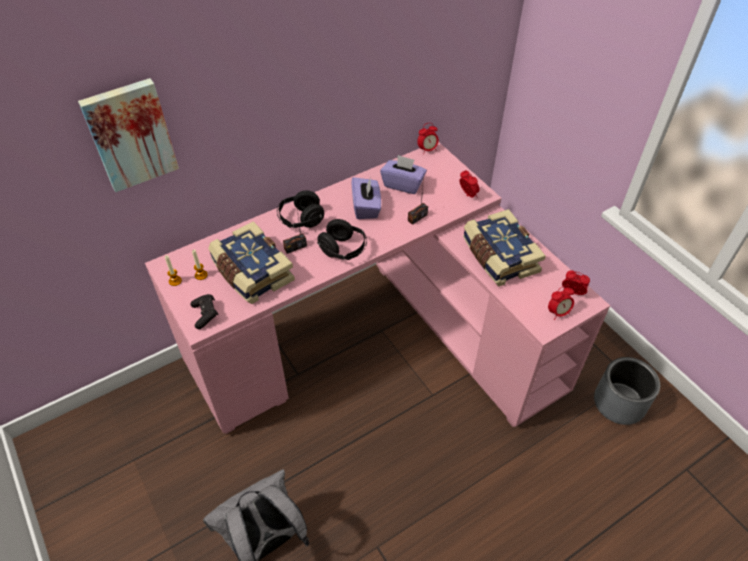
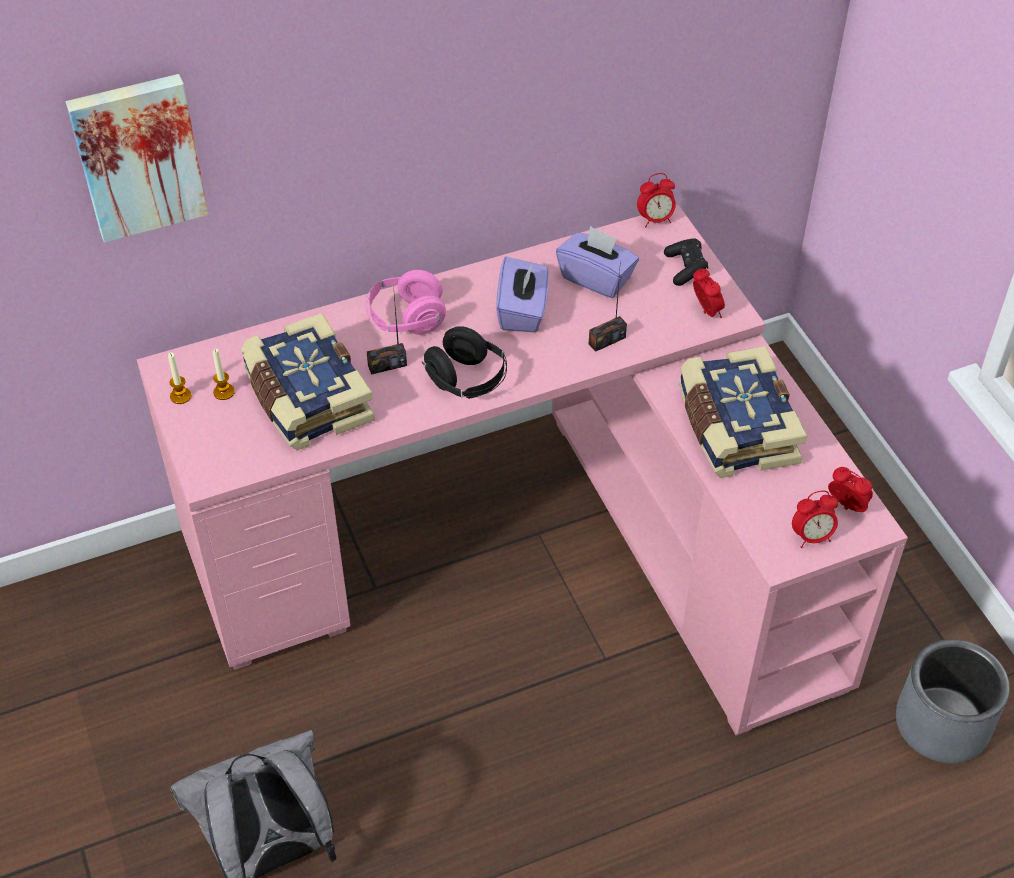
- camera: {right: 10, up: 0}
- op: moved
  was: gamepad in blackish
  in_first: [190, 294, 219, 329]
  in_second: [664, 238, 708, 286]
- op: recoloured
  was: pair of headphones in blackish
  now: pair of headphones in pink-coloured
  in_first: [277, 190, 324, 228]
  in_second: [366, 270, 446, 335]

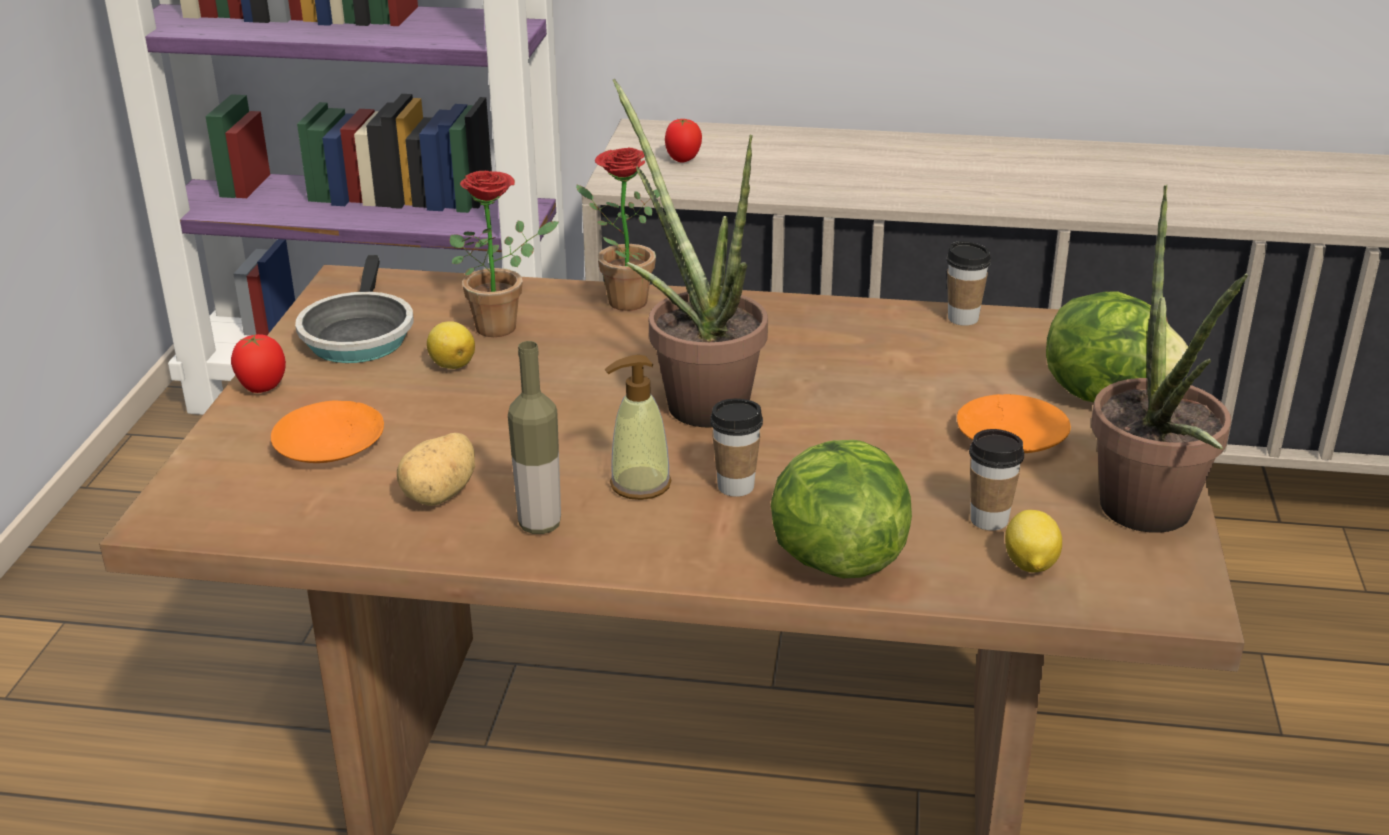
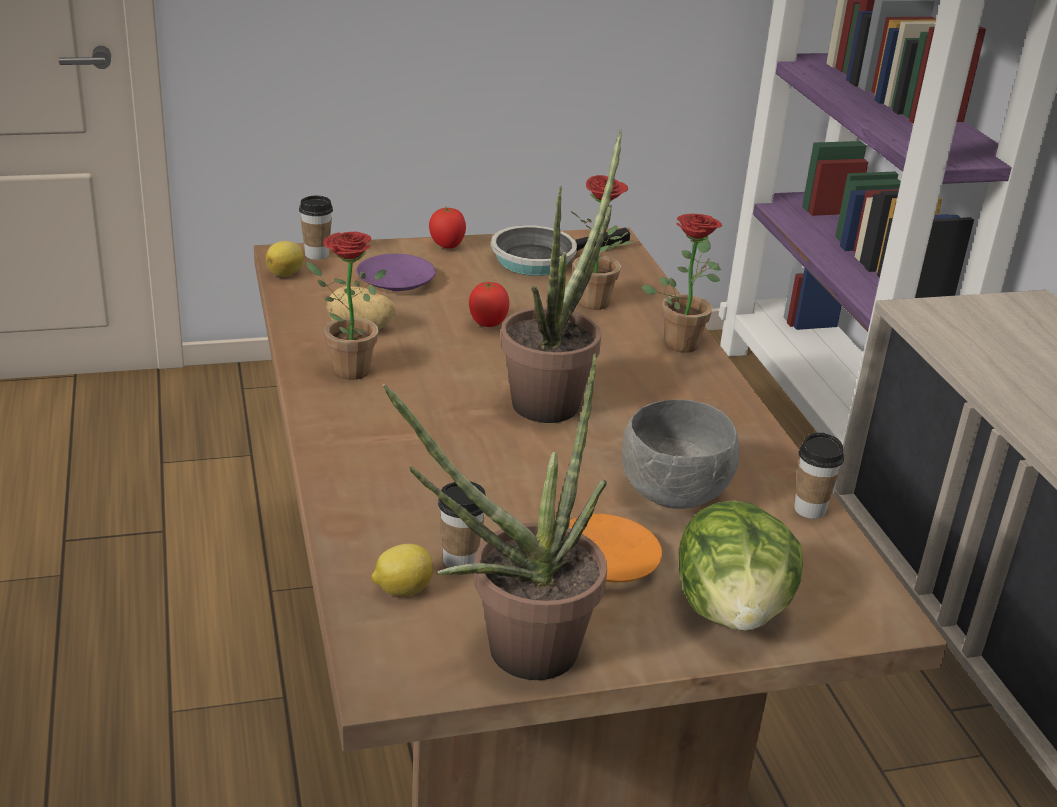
- camera: {right: 65, up: 0}
- op: recoloured
  was: flat dish in orange-coloured
  now: flat dish in purplish
  in_first: [271, 400, 384, 463]
  in_second: [356, 254, 436, 291]
- op: moved
  was: citrus fruit
  in_first: [427, 321, 475, 369]
  in_second: [266, 241, 304, 277]
- op: replaced
  was: beverage bottle
  now: houseplant
  in_first: [508, 341, 561, 534]
  in_second: [307, 232, 387, 380]
- op: removed
  was: soap dispenser
  in_first: [605, 355, 671, 500]
- op: moved
  was: tomato
  in_first: [665, 119, 702, 162]
  in_second: [469, 282, 509, 327]
- op: moved
  was: drinking cup
  in_first: [710, 399, 763, 497]
  in_second: [299, 196, 333, 260]
- op: removed
  was: lettuce head
  in_first: [771, 440, 912, 578]
- op: added
  now: bowl in greyish
  in_second: [622, 400, 740, 509]

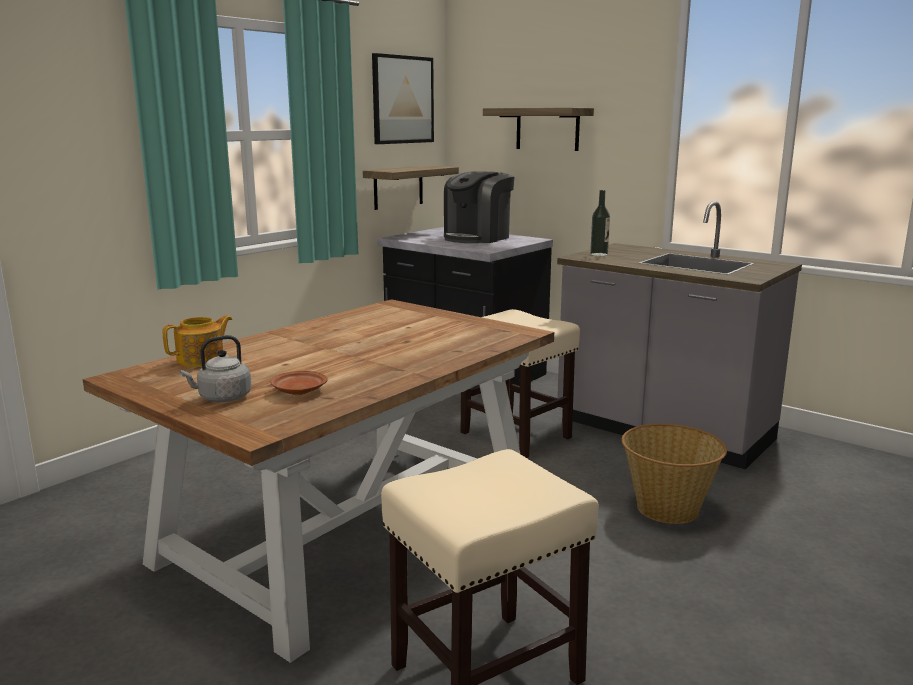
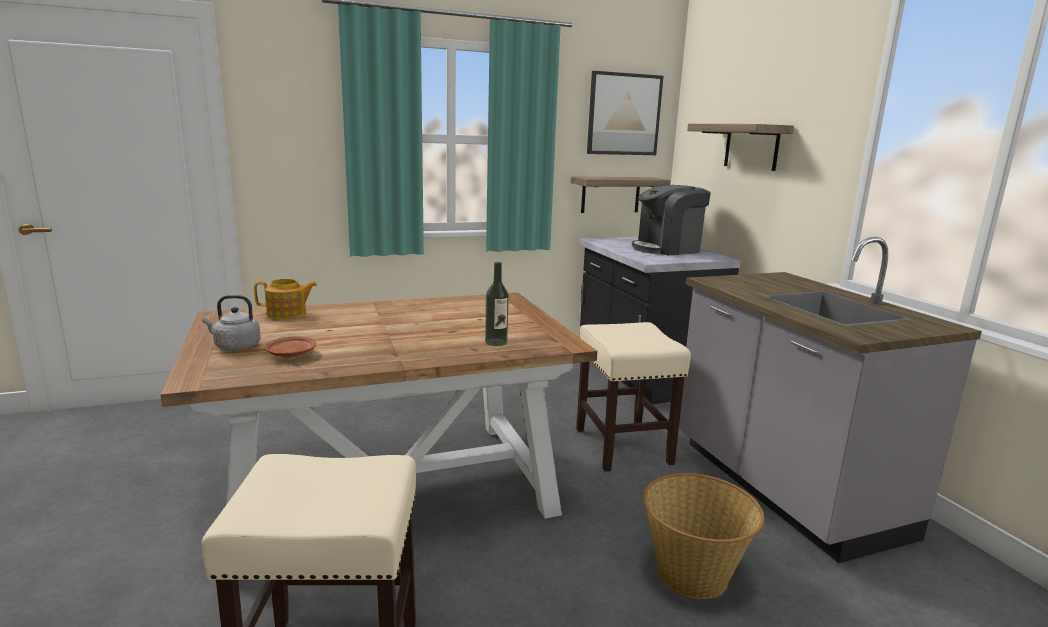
- camera: {right: 30, up: 0}
- op: moved
  was: beverage bottle
  in_first: [590, 190, 610, 256]
  in_second: [485, 262, 509, 346]

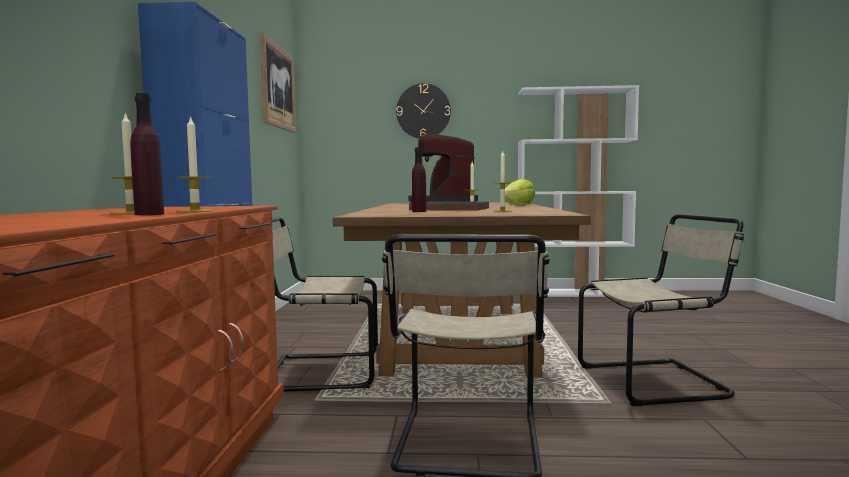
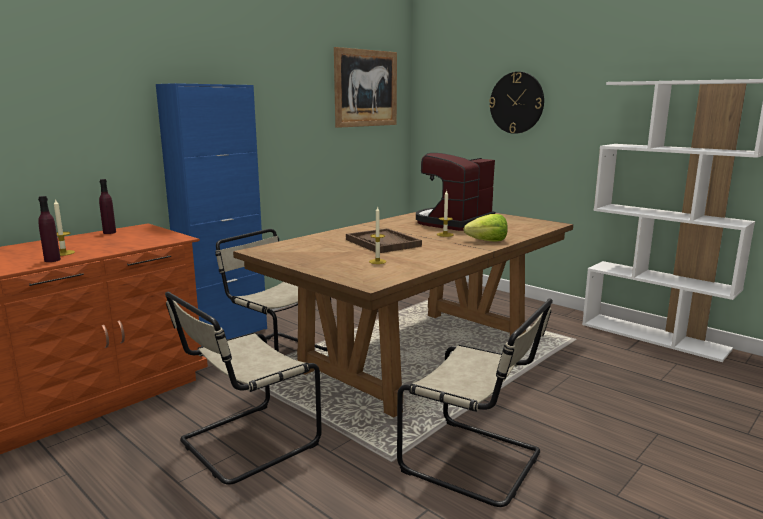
- camera: {right: 40, up: 10}
- op: removed
  was: wax candle
  in_first: [176, 115, 214, 212]
- op: moved
  was: beverage bottle in purplish
  in_first: [412, 147, 426, 212]
  in_second: [99, 179, 116, 234]

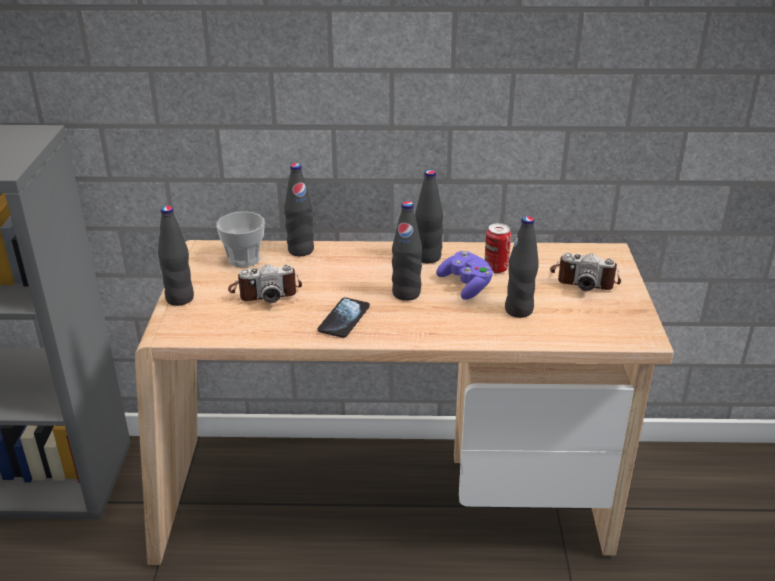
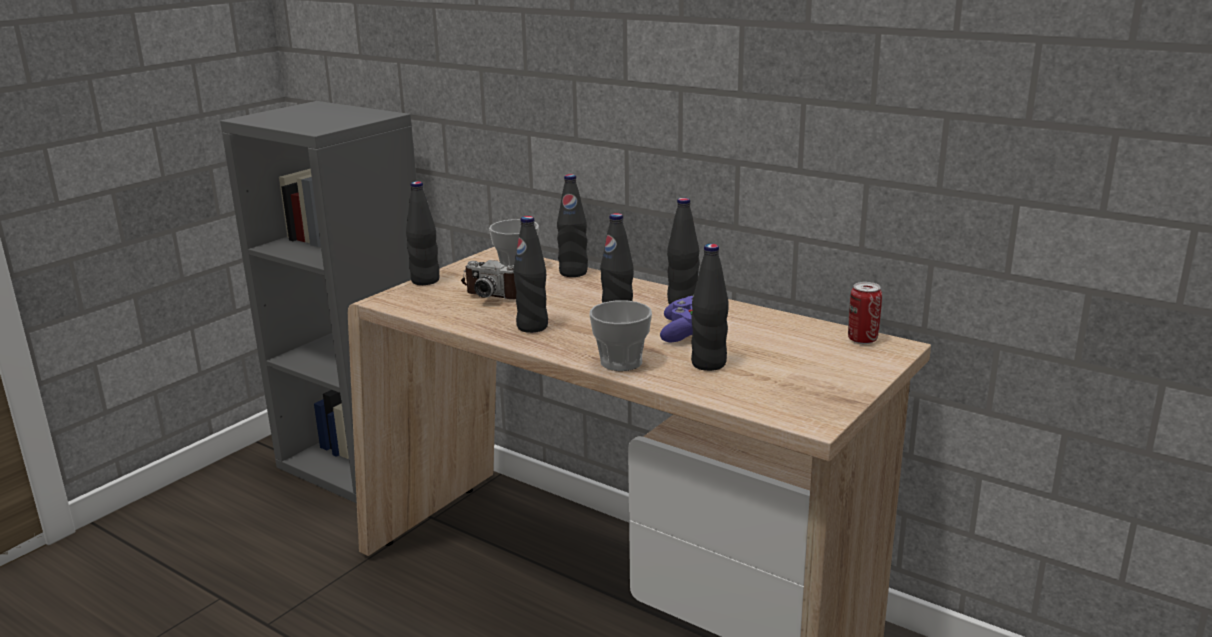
- camera: {right: 35, up: -10}
- op: replaced
  was: handset
  now: beverage bottle in blackish
  in_first: [318, 297, 370, 338]
  in_second: [513, 216, 548, 333]
- op: moved
  was: sealed can
  in_first: [485, 223, 511, 273]
  in_second: [848, 282, 882, 344]
- op: removed
  was: still camera
  in_first: [550, 253, 621, 291]
- op: added
  now: drinking cup
  in_second: [590, 300, 652, 371]

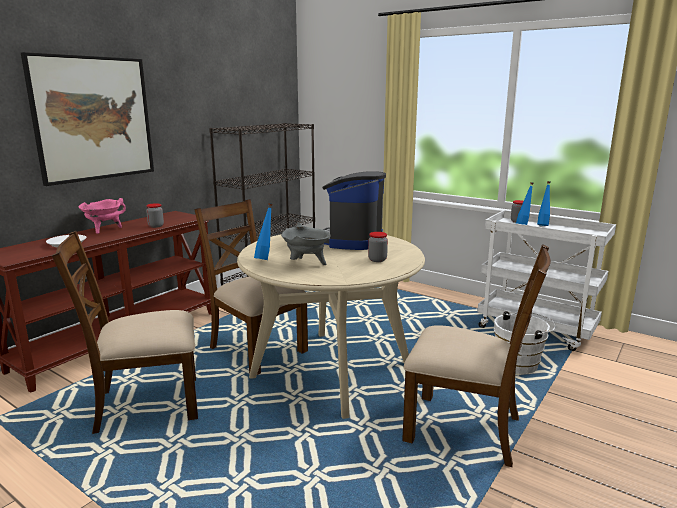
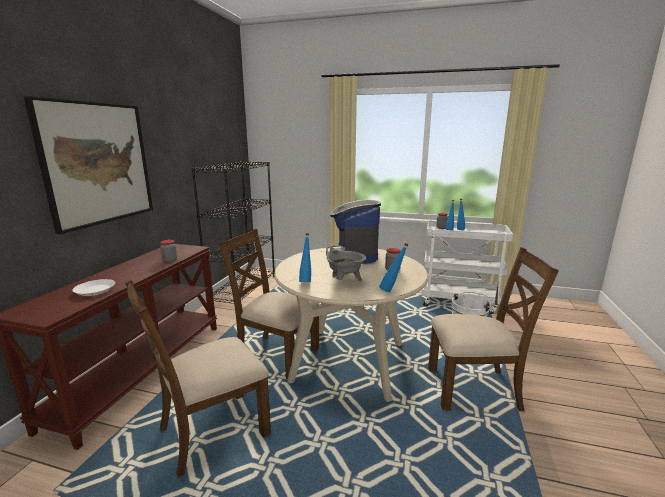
- camera: {right: -20, up: 0}
- op: removed
  was: stockpot in pink-coloured
  in_first: [78, 198, 126, 234]
- op: added
  now: beverage bottle in bluish
  in_second: [379, 243, 409, 292]

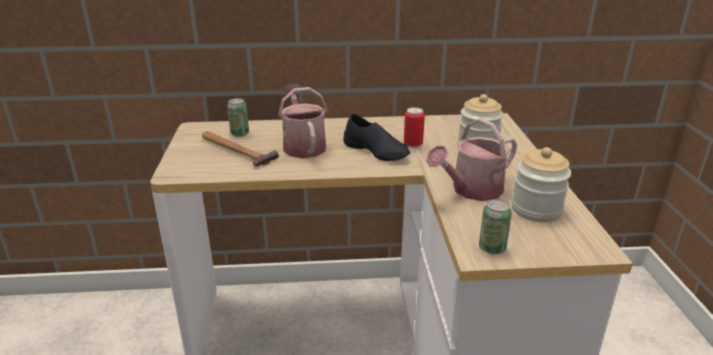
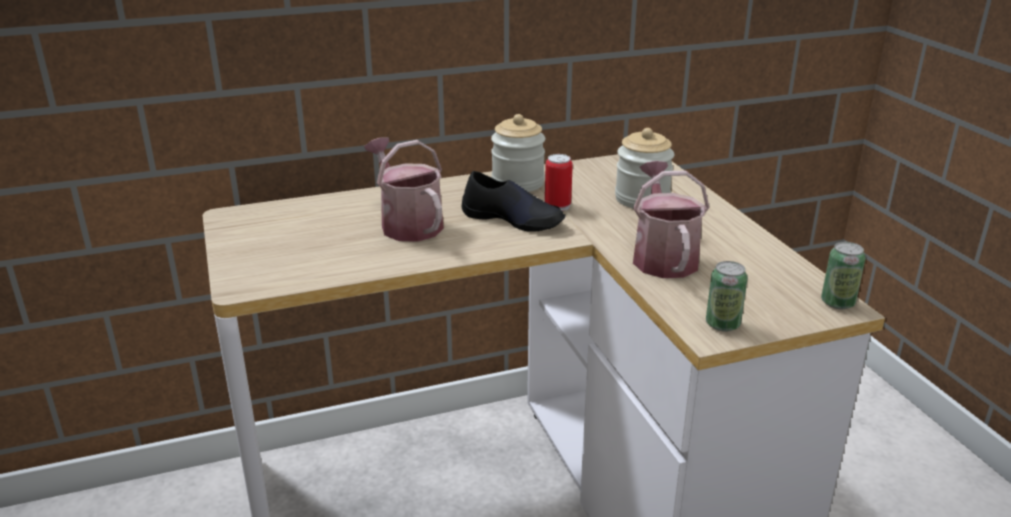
- camera: {right: -15, up: 0}
- op: removed
  was: hand hammer
  in_first: [202, 131, 279, 167]
- op: moved
  was: sealed can
  in_first: [227, 98, 249, 137]
  in_second: [821, 242, 866, 309]
- op: turned
  was: watering pot
  in_first: [426, 118, 517, 201]
  in_second: [633, 161, 709, 278]
  clockwise: 135
- op: moved
  was: jar
  in_first: [511, 147, 571, 222]
  in_second: [491, 114, 545, 192]

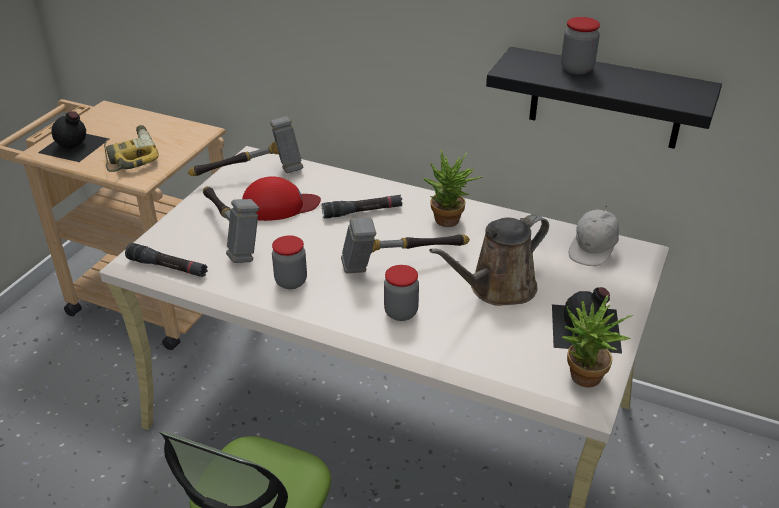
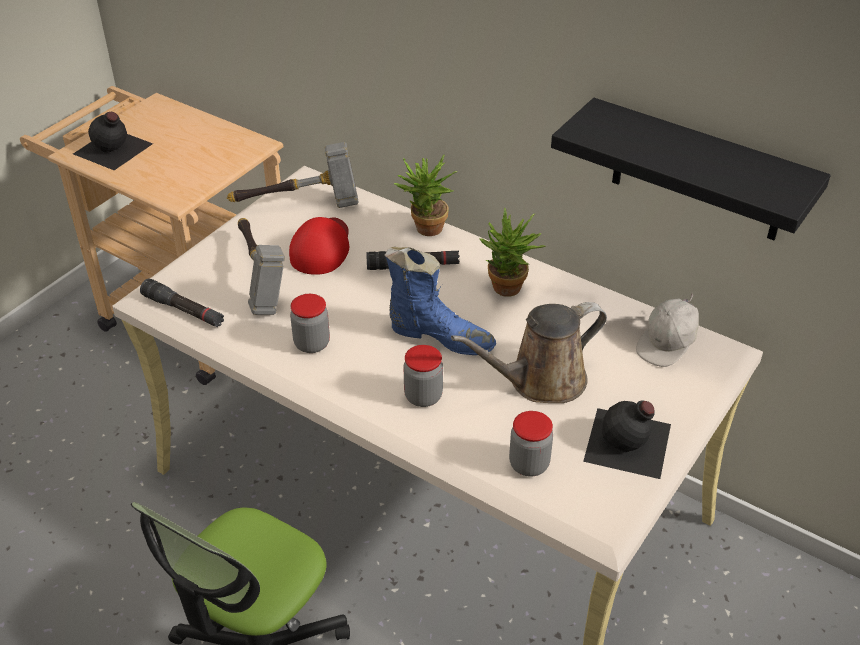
- camera: {right: 10, up: 5}
- op: removed
  was: electric drill
  in_first: [104, 125, 159, 172]
- op: turned
  was: peaked cap in red-coloured
  in_first: [242, 176, 321, 221]
  in_second: [289, 217, 349, 275]
  clockwise: -75
- op: replaced
  was: hand hammer
  now: high-top boot in bluish
  in_first: [341, 217, 470, 273]
  in_second: [385, 247, 496, 355]
- op: moved
  was: jar
  in_first: [561, 17, 600, 75]
  in_second: [509, 411, 553, 477]
- op: moved
  was: houseplant
  in_first: [562, 295, 634, 387]
  in_second: [394, 154, 458, 236]

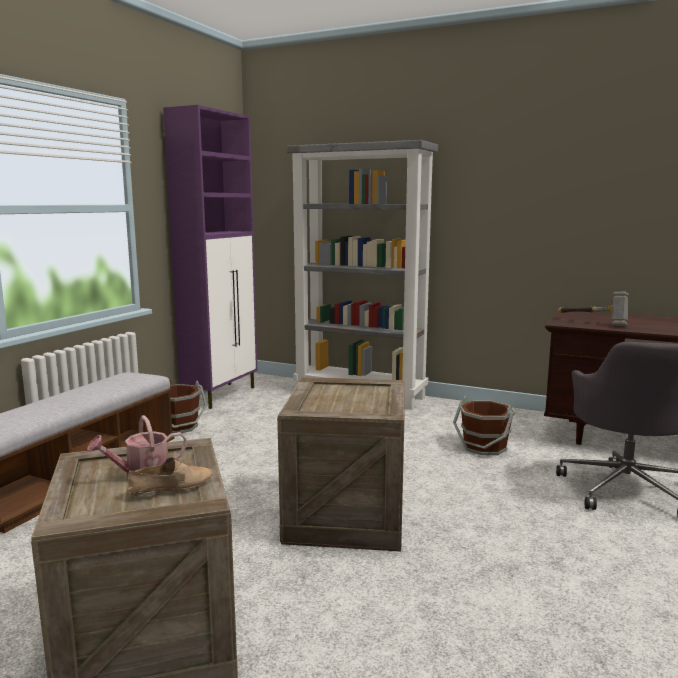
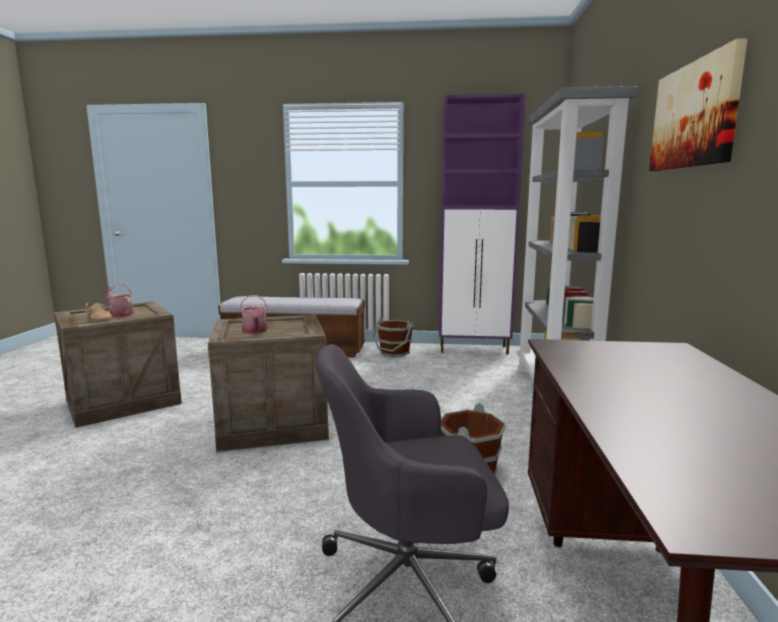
- camera: {right: 70, up: 0}
- op: removed
  was: hand hammer
  in_first: [558, 291, 629, 326]
- op: added
  now: watering pot
  in_second: [239, 295, 268, 334]
- op: added
  now: picture
  in_second: [649, 38, 748, 171]

